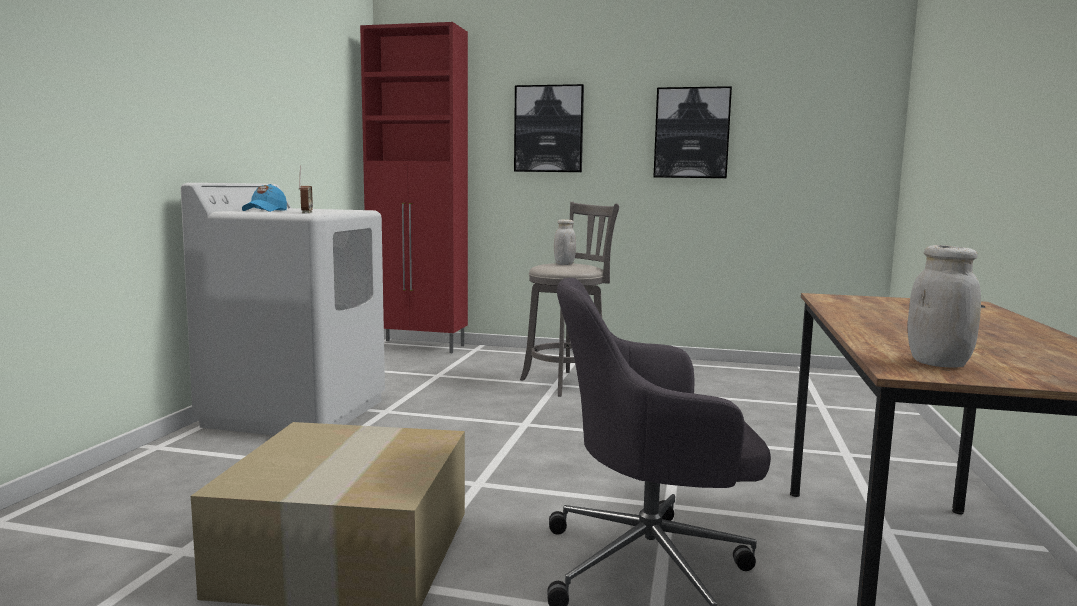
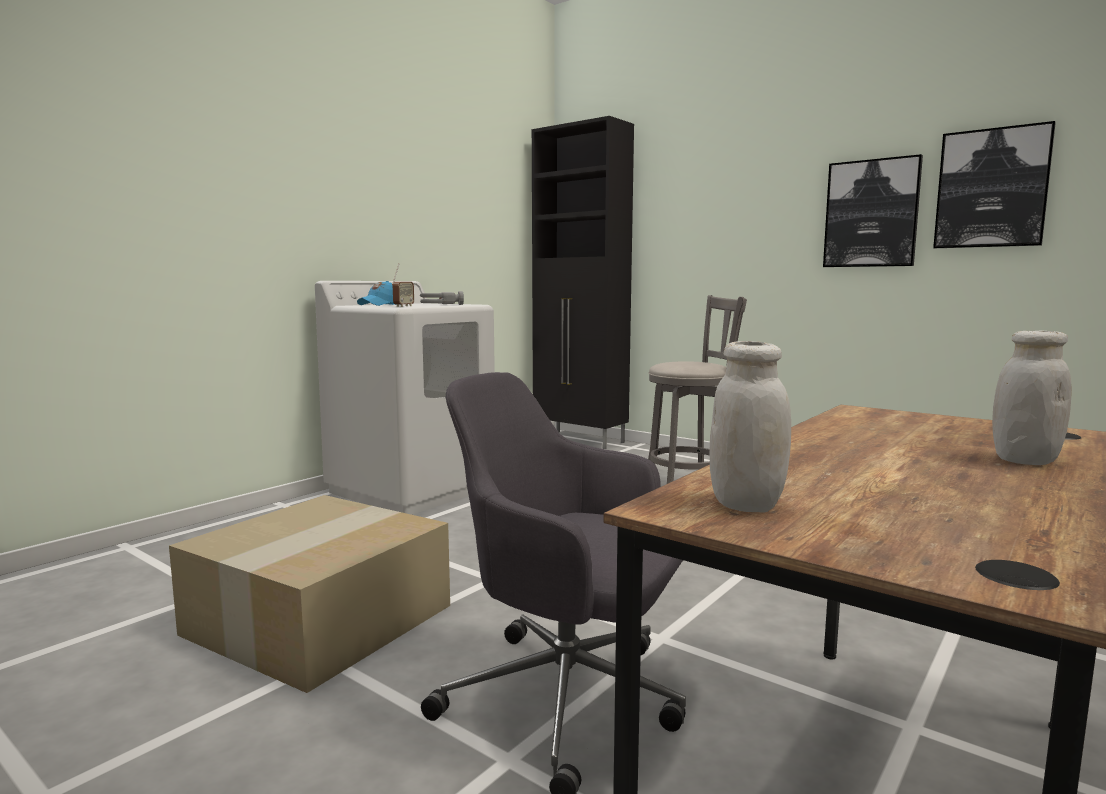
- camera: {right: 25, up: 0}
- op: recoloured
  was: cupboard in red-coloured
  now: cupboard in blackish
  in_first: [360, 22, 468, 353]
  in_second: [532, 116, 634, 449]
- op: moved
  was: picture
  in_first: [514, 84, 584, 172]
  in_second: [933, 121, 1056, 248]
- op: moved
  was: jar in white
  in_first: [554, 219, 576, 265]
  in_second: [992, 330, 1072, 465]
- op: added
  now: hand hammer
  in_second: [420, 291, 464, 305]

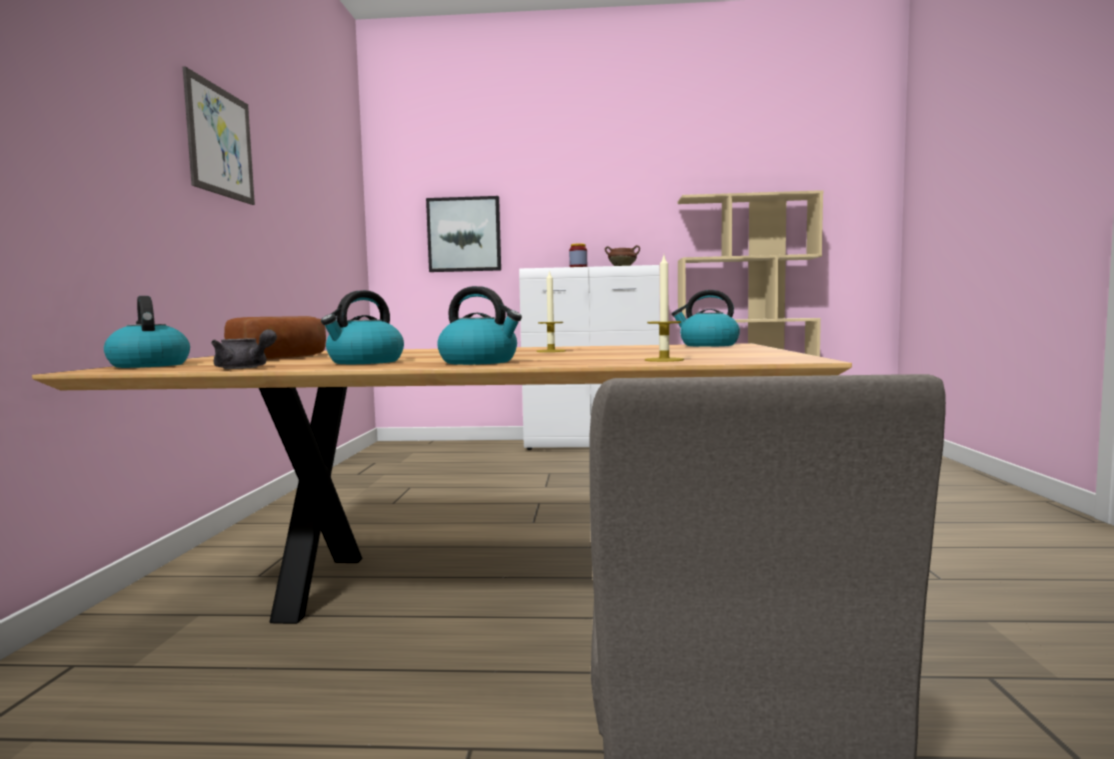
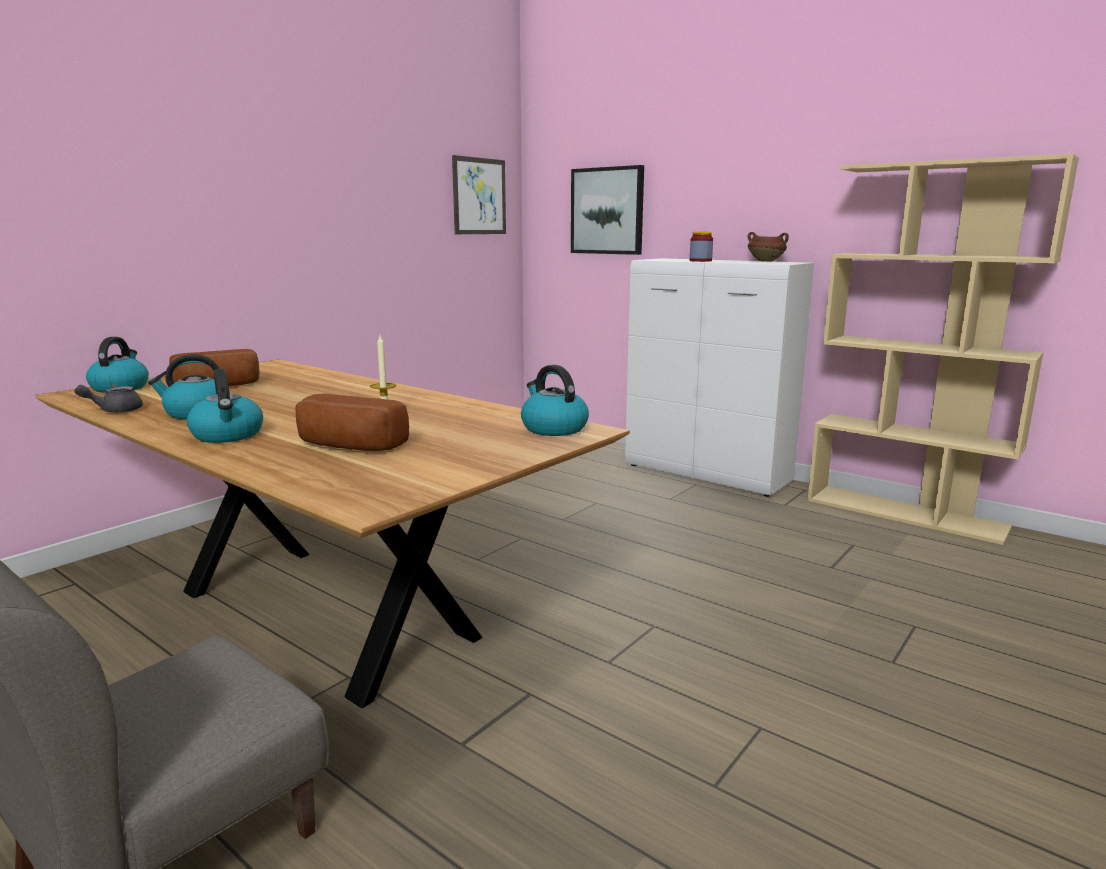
- camera: {right: 35, up: 10}
- op: moved
  was: picture
  in_first: [183, 67, 255, 205]
  in_second: [452, 155, 506, 234]
- op: turned
  was: teapot in greyish
  in_first: [211, 329, 277, 369]
  in_second: [74, 384, 143, 413]
  clockwise: 90
- op: removed
  was: wax candle
  in_first: [645, 255, 684, 362]
- op: added
  now: baked bread
  in_second: [296, 394, 409, 451]

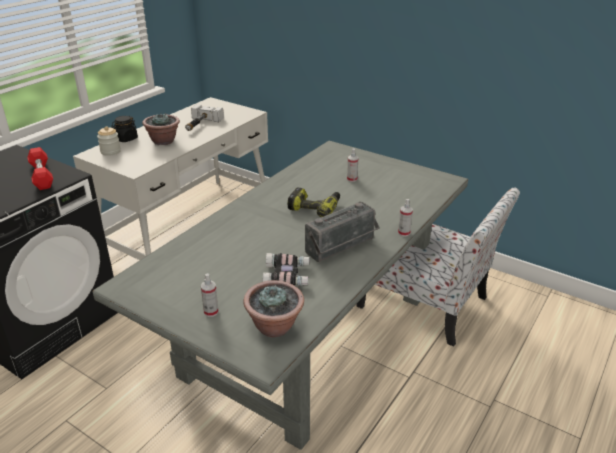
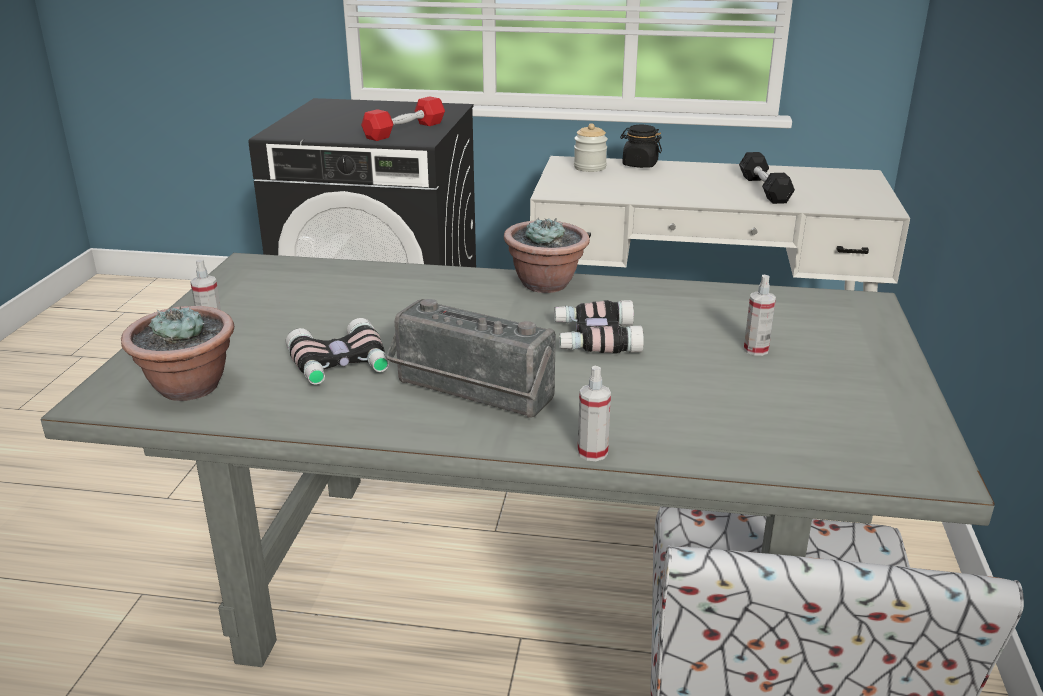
- camera: {right: 65, up: -5}
- op: moved
  was: houseplant
  in_first: [142, 113, 180, 145]
  in_second: [504, 217, 590, 293]
- op: replaced
  was: hand hammer
  now: free weight in blackish
  in_first: [185, 104, 224, 131]
  in_second: [739, 152, 795, 204]
- op: replaced
  was: electric drill
  now: binoculars
  in_first: [288, 188, 340, 217]
  in_second: [554, 300, 644, 354]

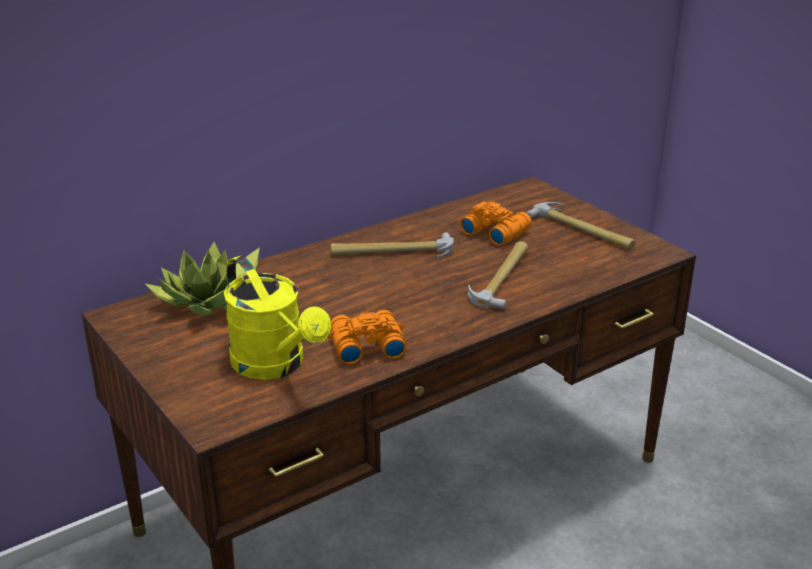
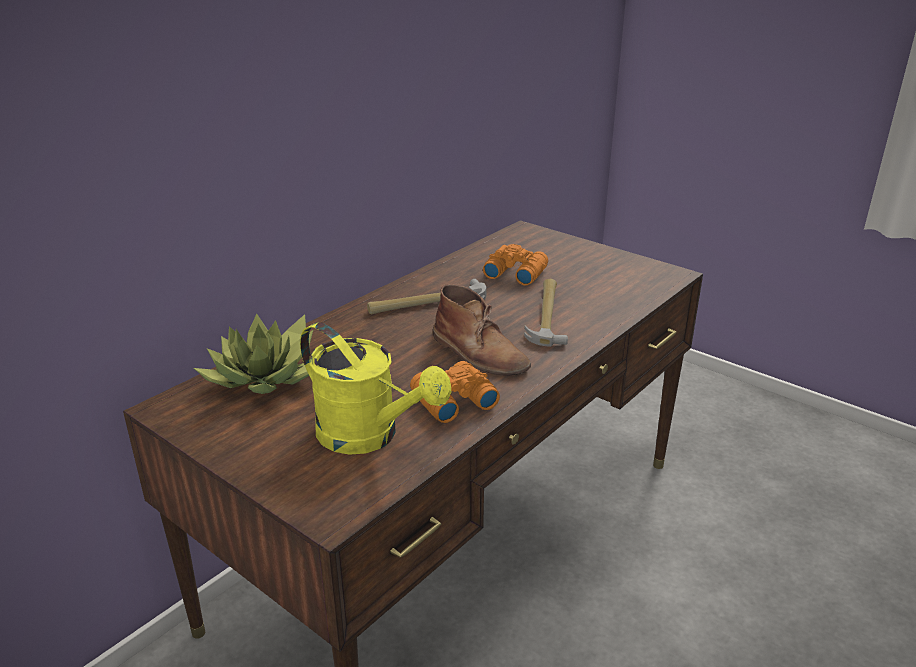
- camera: {right: -15, up: 0}
- op: removed
  was: hand hammer
  in_first: [526, 202, 635, 250]
- op: added
  now: high-top boot in brown
  in_second: [433, 284, 531, 376]

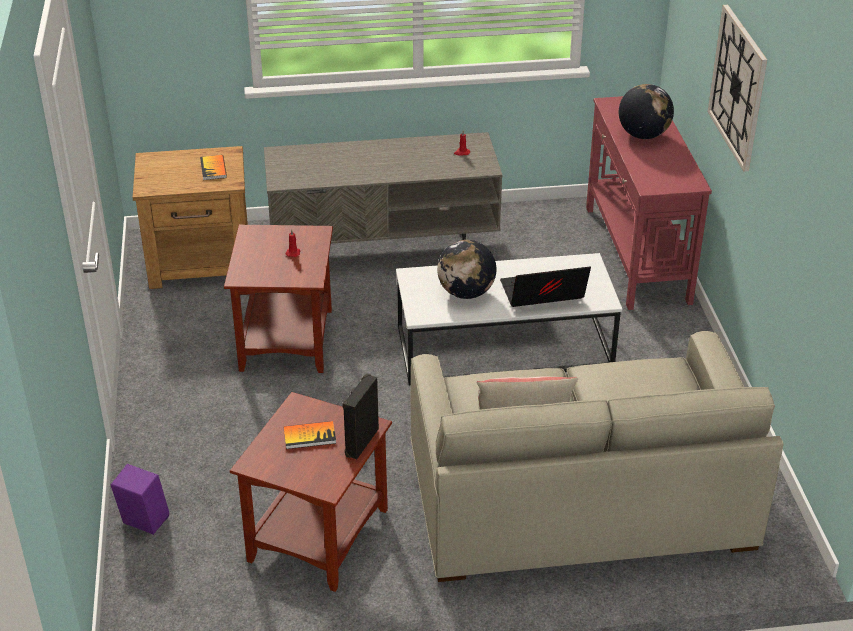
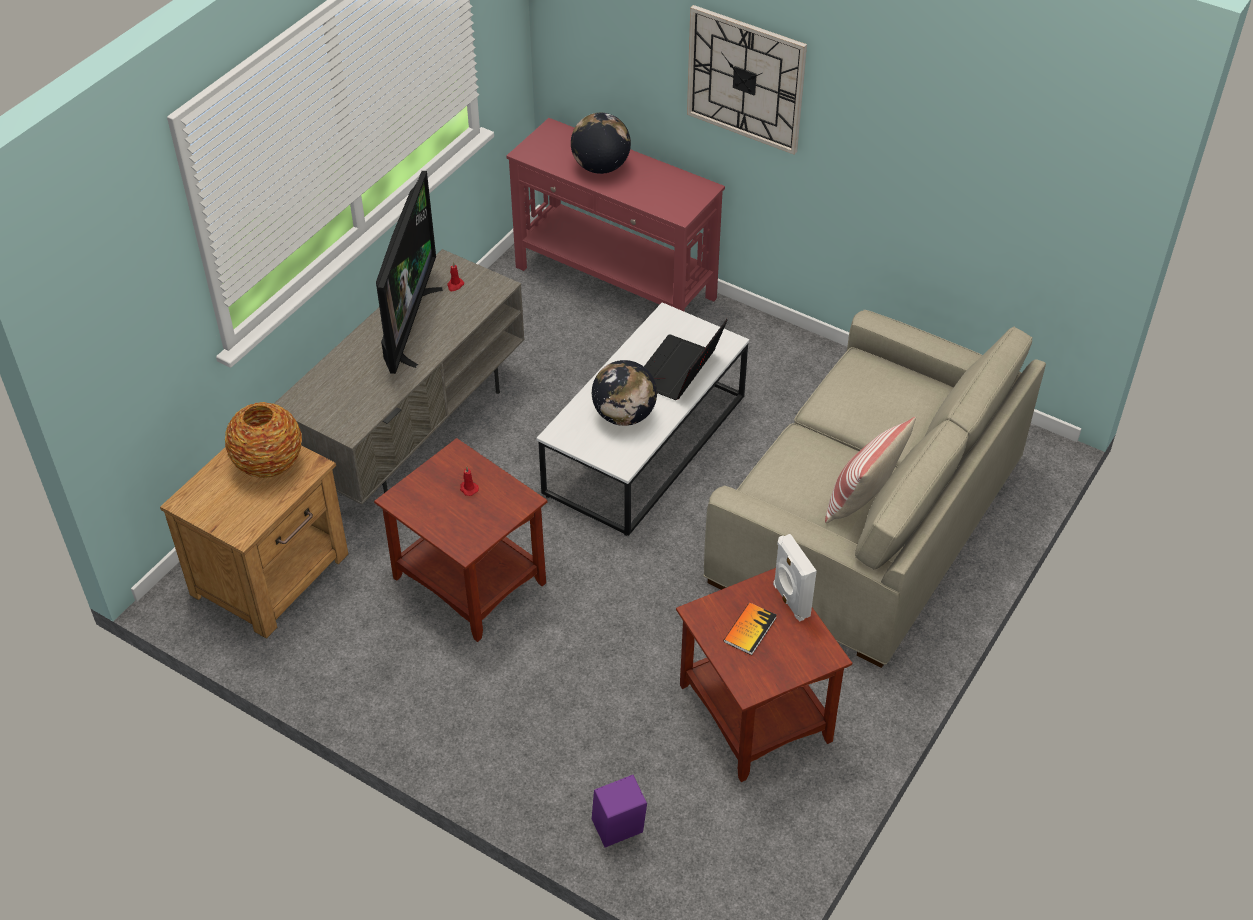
- camera: {right: -50, up: 10}
- op: replaced
  was: bound book
  now: decorative vase
  in_first: [200, 155, 227, 180]
  in_second: [225, 402, 302, 478]
- op: recoloured
  was: loudspeaker in blackish
  now: loudspeaker in white
  in_first: [342, 374, 379, 459]
  in_second: [773, 534, 817, 621]
- op: added
  now: television
  in_second: [376, 171, 443, 374]

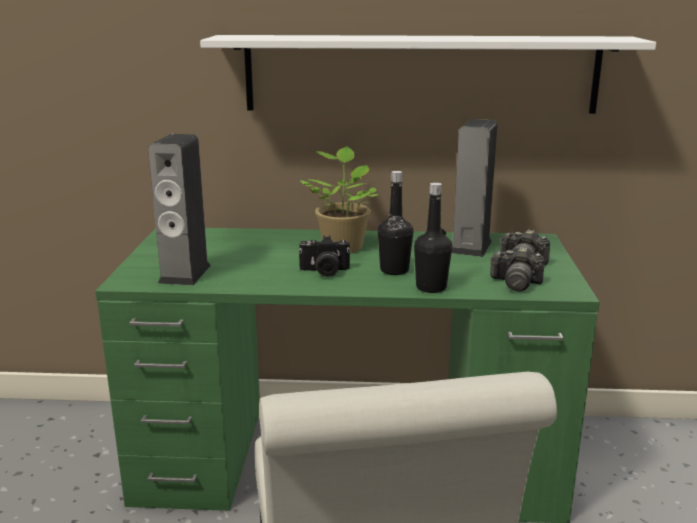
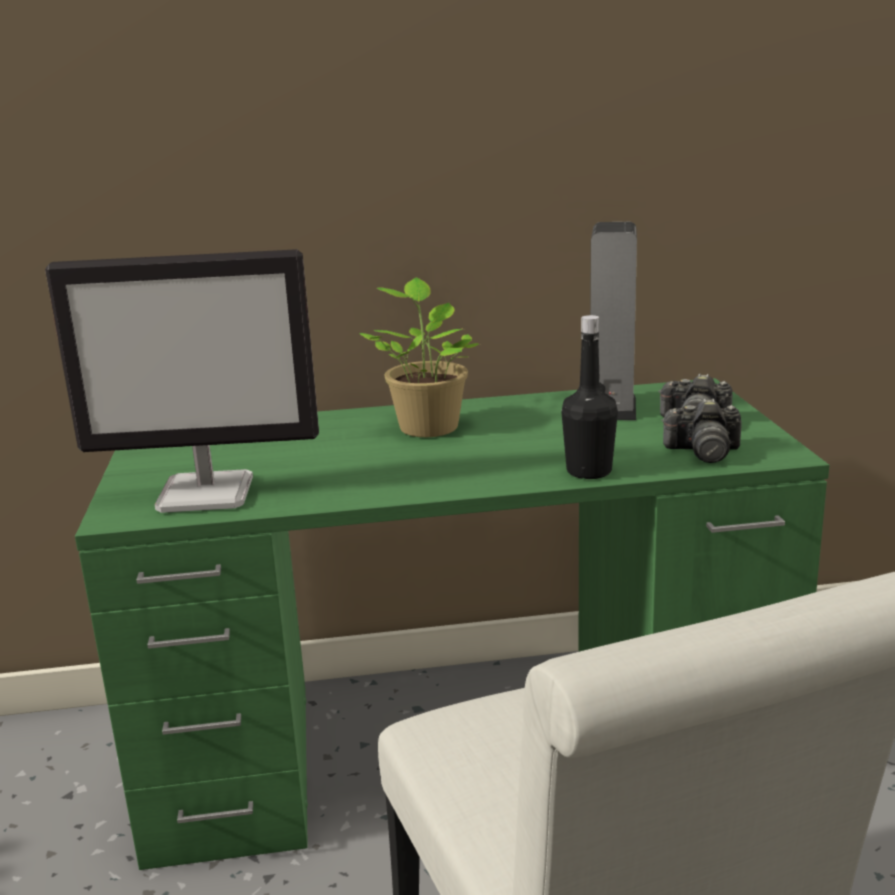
- camera: {right: -10, up: 0}
- op: replaced
  was: loudspeaker
  now: monitor
  in_first: [148, 134, 211, 285]
  in_second: [45, 249, 319, 513]
- op: removed
  was: wall shelf in white
  in_first: [200, 35, 656, 114]
- op: removed
  was: still camera
  in_first: [298, 236, 351, 277]
- op: removed
  was: beverage bottle in blackish
  in_first: [378, 171, 413, 275]

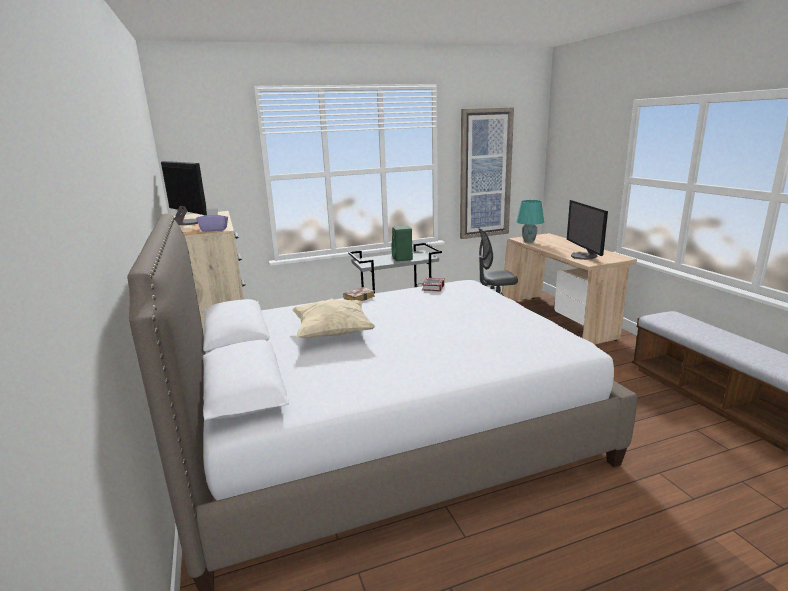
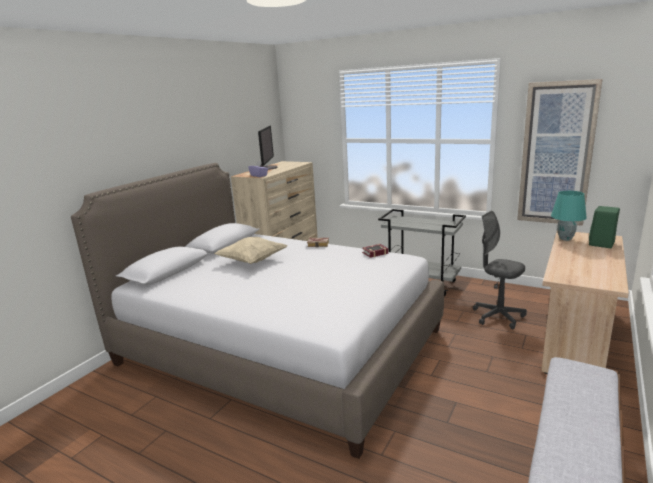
- camera: {right: 50, up: 0}
- op: moved
  was: loudspeaker in green
  in_first: [391, 226, 413, 261]
  in_second: [589, 206, 620, 248]
- op: removed
  was: monitor
  in_first: [567, 200, 608, 260]

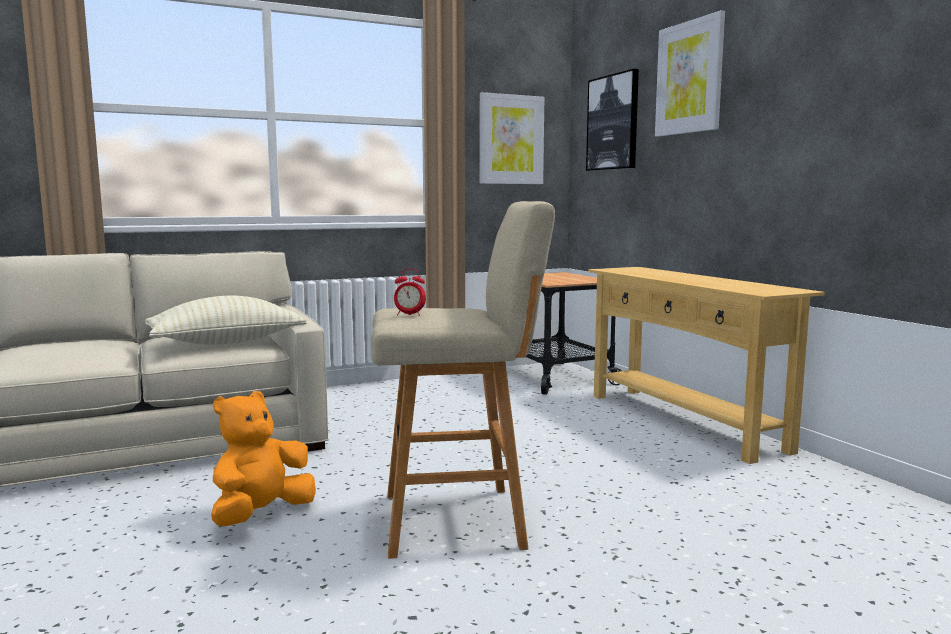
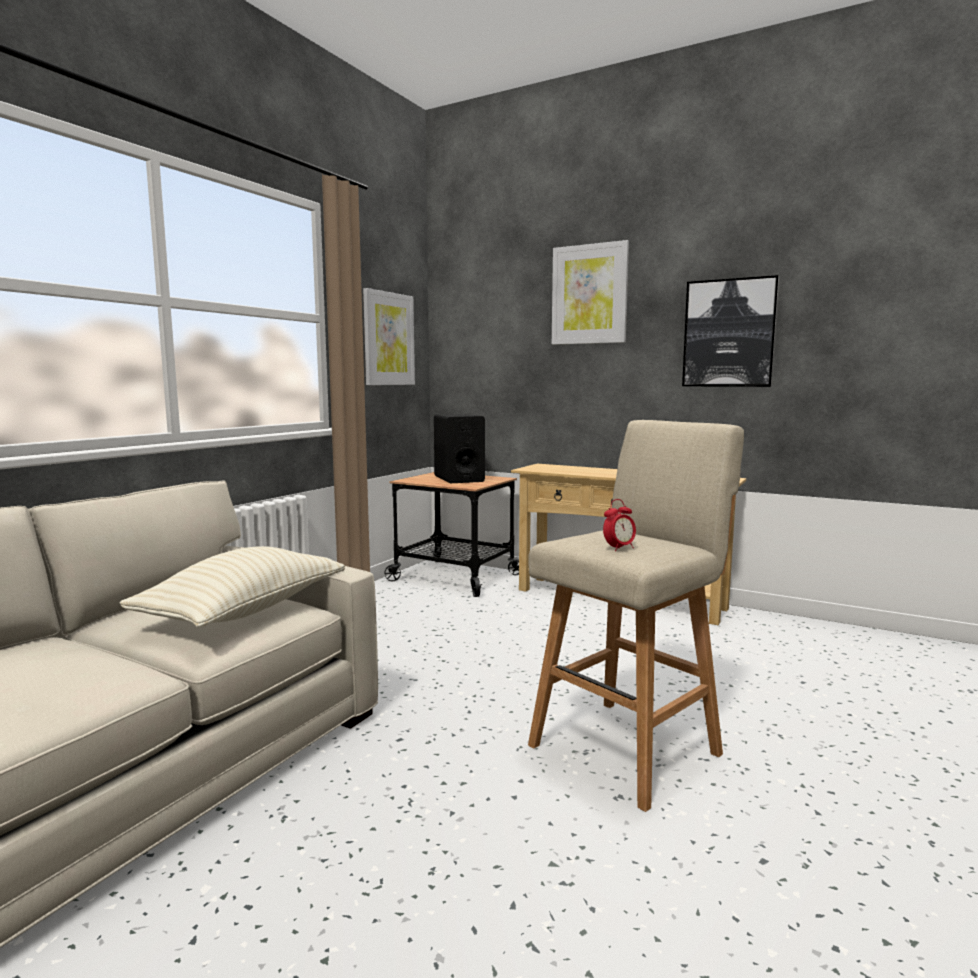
- camera: {right: -35, up: 0}
- op: removed
  was: soft toy in orange-coloured
  in_first: [211, 391, 316, 527]
- op: moved
  was: picture
  in_first: [586, 69, 639, 171]
  in_second: [682, 275, 779, 387]
- op: added
  now: loudspeaker in blackish
  in_second: [434, 414, 485, 483]

